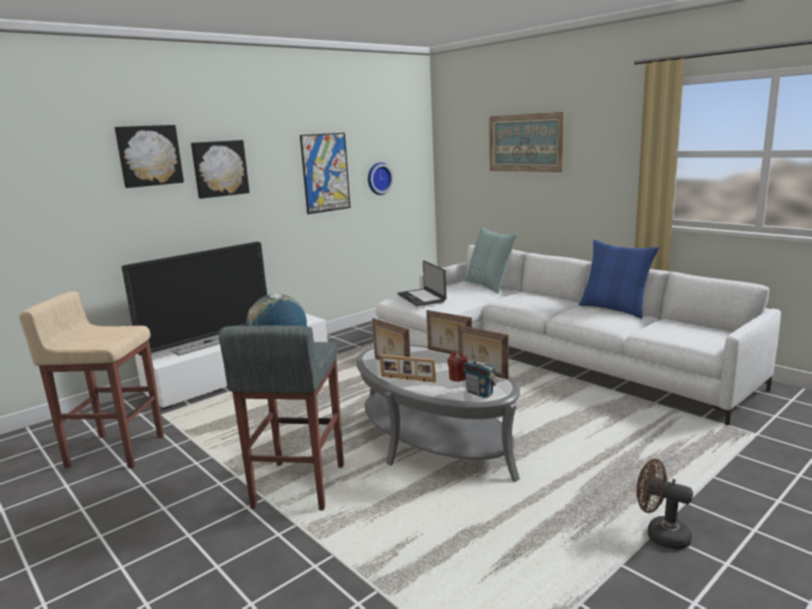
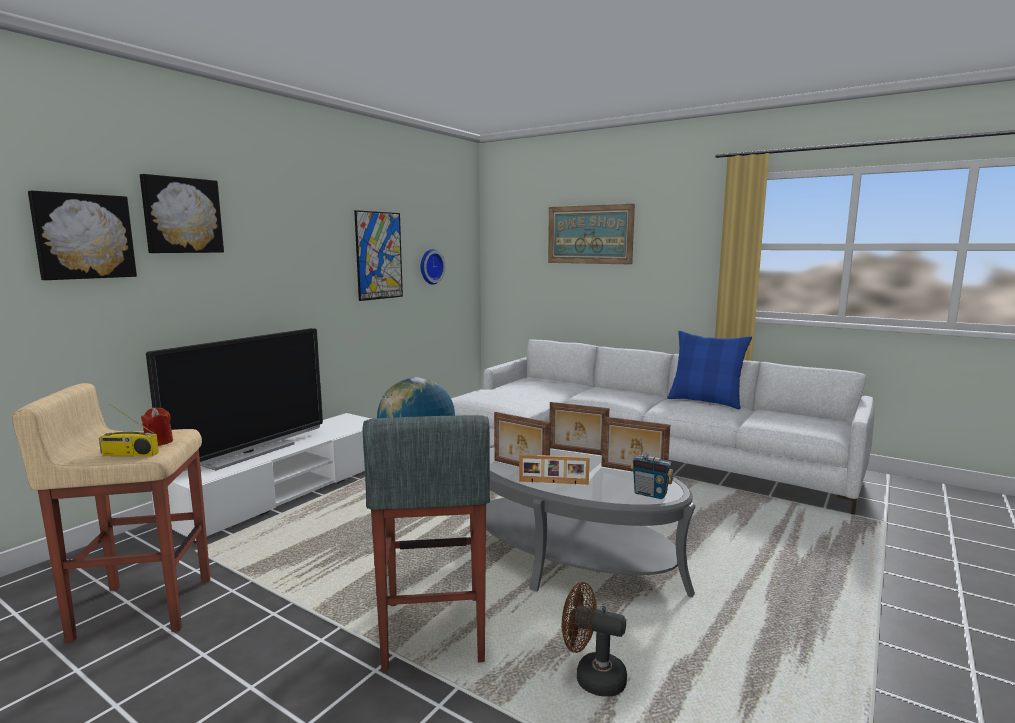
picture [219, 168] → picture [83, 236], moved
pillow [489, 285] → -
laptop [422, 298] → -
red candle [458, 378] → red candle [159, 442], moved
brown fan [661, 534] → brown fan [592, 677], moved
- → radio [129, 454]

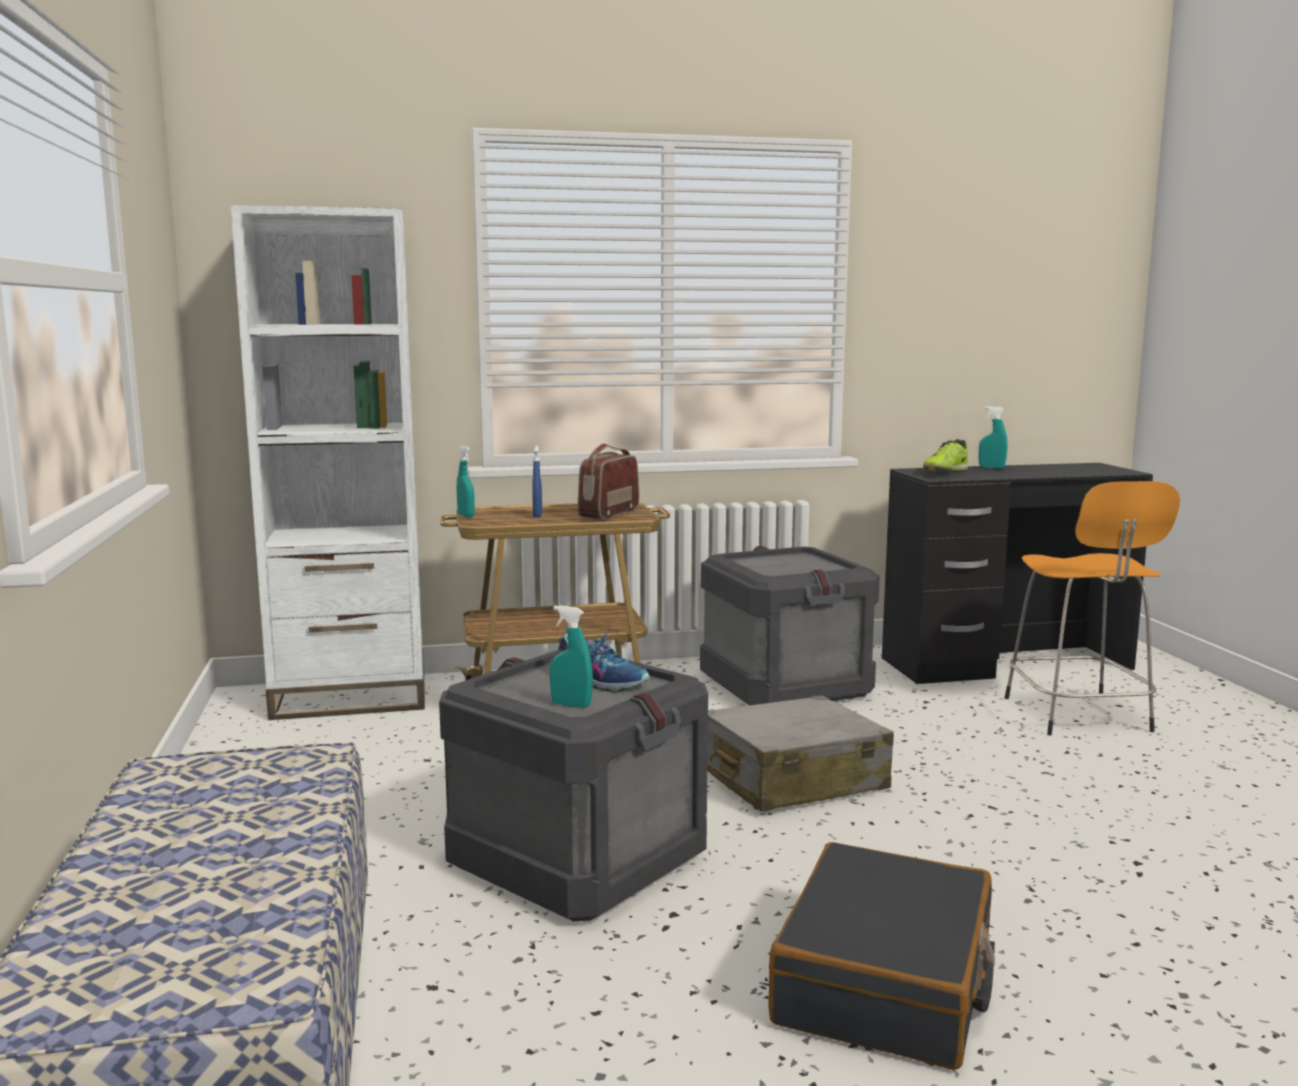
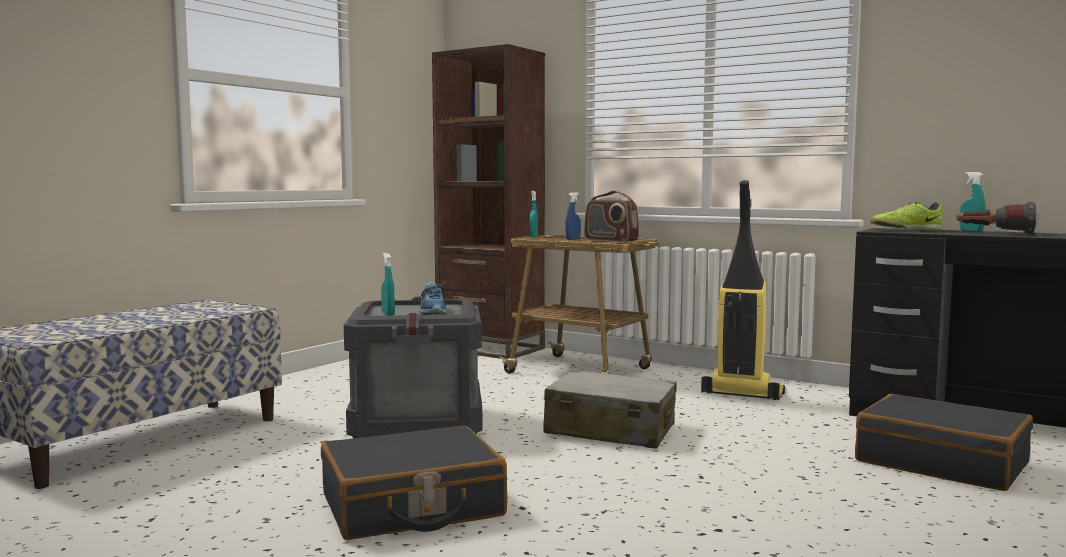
white bookcase [350, 697] → brown bookcase [490, 349]
radio [608, 513] → radio [610, 240], 120 degrees counterclockwise
orange stool [1078, 716] → black suitcase [941, 462]
crate [783, 686] → vacuum cleaner [741, 394]
- → flashlight [995, 234]

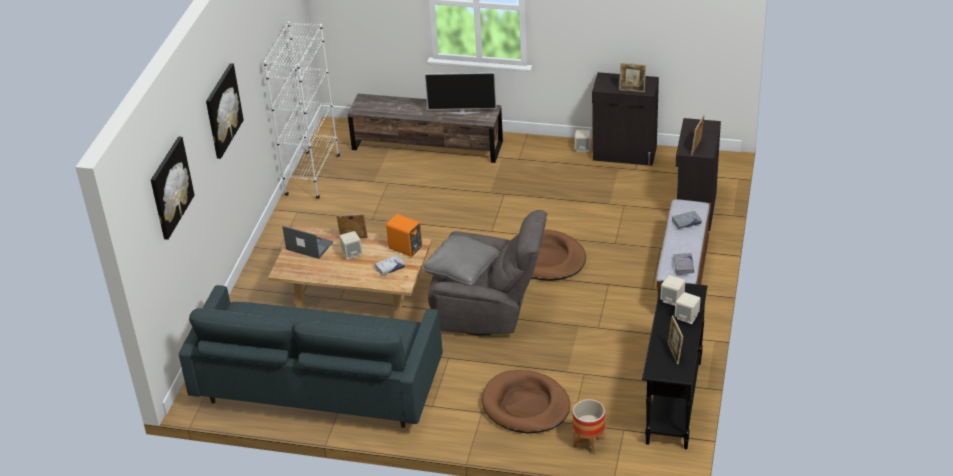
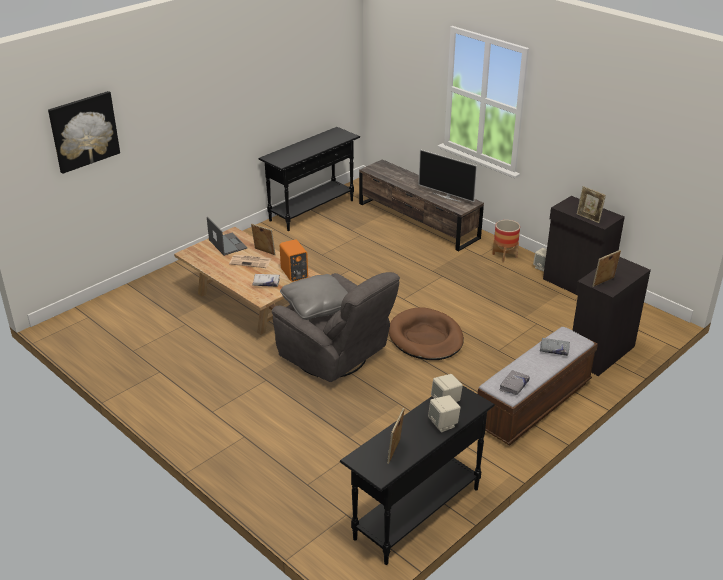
white bookcase [312, 176] → black console table [312, 210]
picture [222, 110] → -
beige speaker [352, 253] → newspaper [251, 261]
grey sofa [318, 388] → -
brown dog bed [525, 405] → -
planter [588, 443] → planter [504, 256], moved

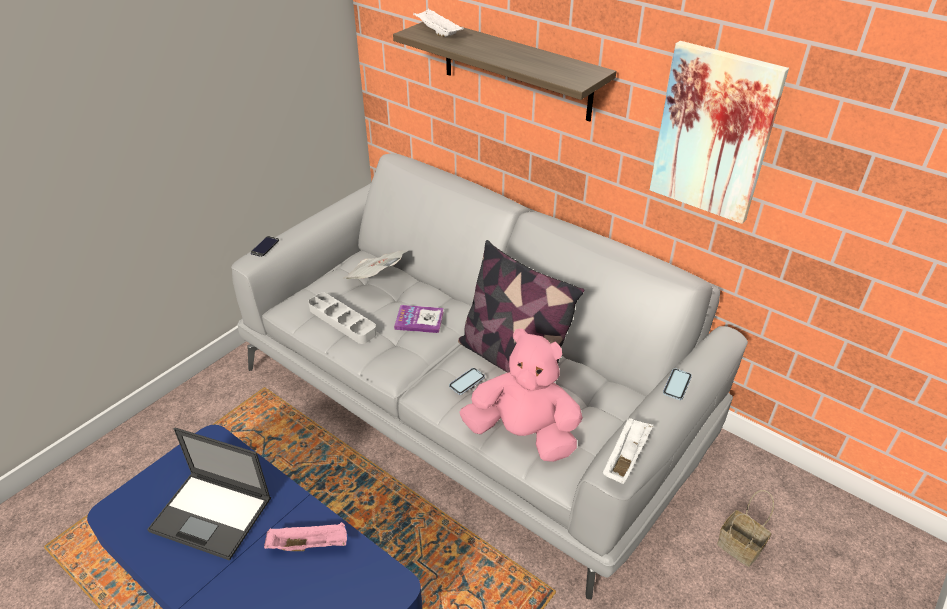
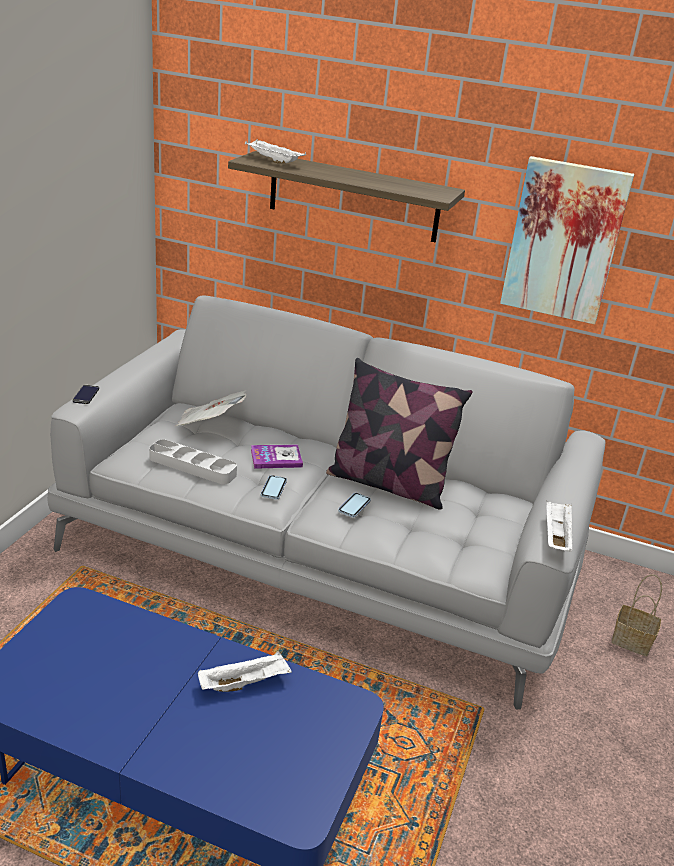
pink plush toy [523, 434] → -
phone [677, 385] → phone [273, 488], moved
laptop [212, 514] → -
pink tray [309, 544] → white tray [245, 683]

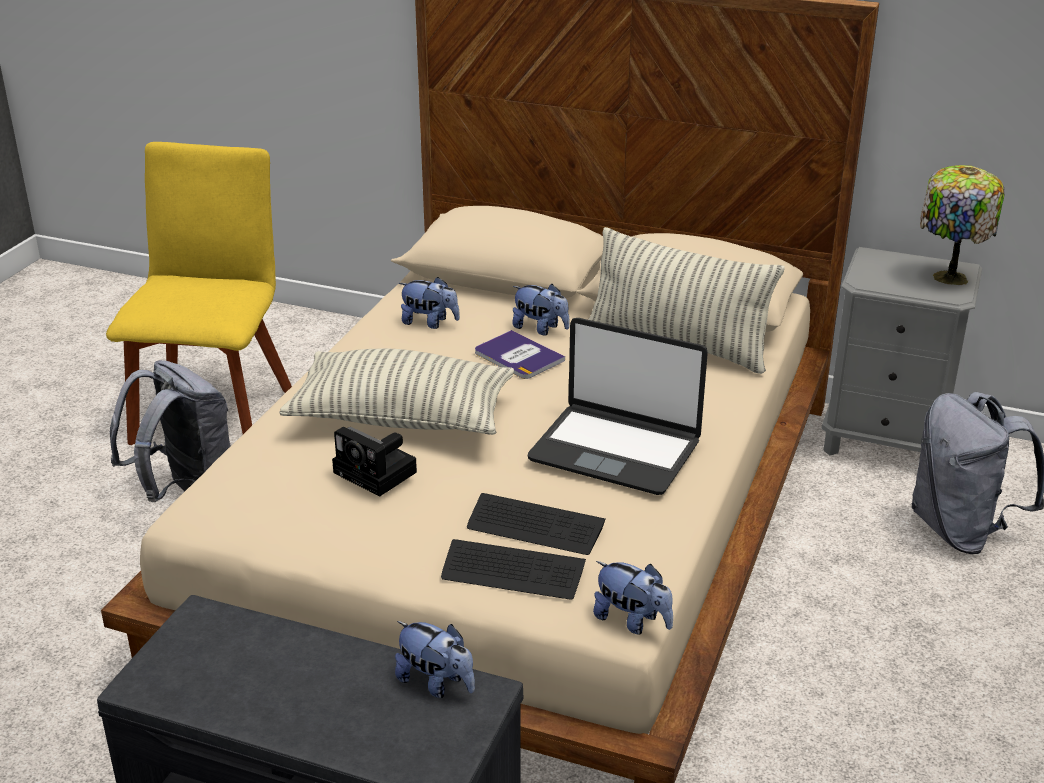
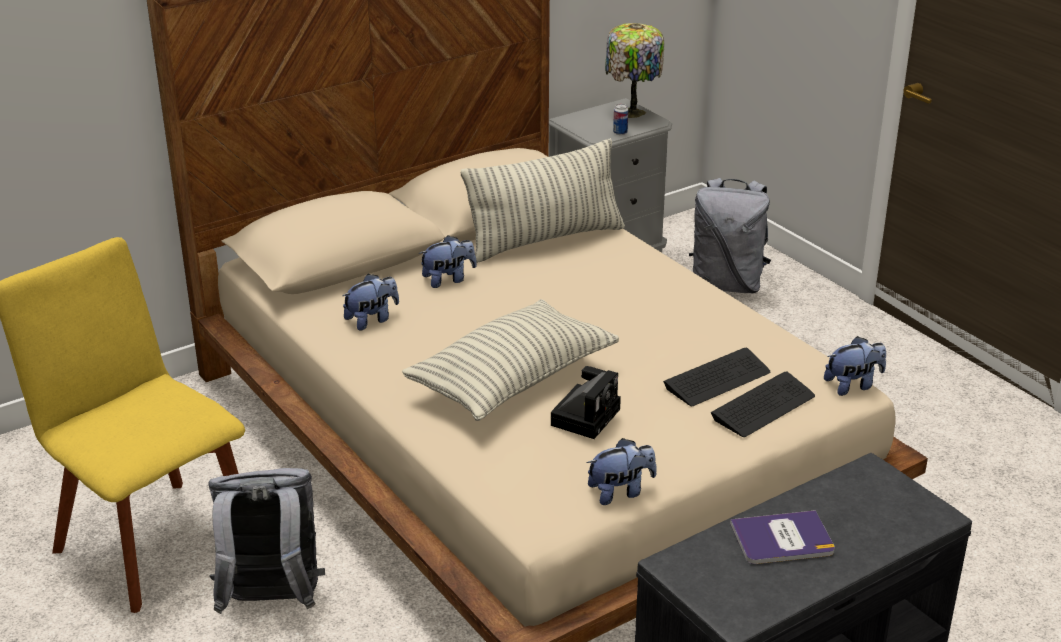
laptop [615, 450] → -
book [518, 356] → book [782, 539], moved
photo camera [378, 473] → photo camera [586, 415], 45 degrees counterclockwise
plush toy [436, 683] → plush toy [620, 492], moved
- → can [620, 133]

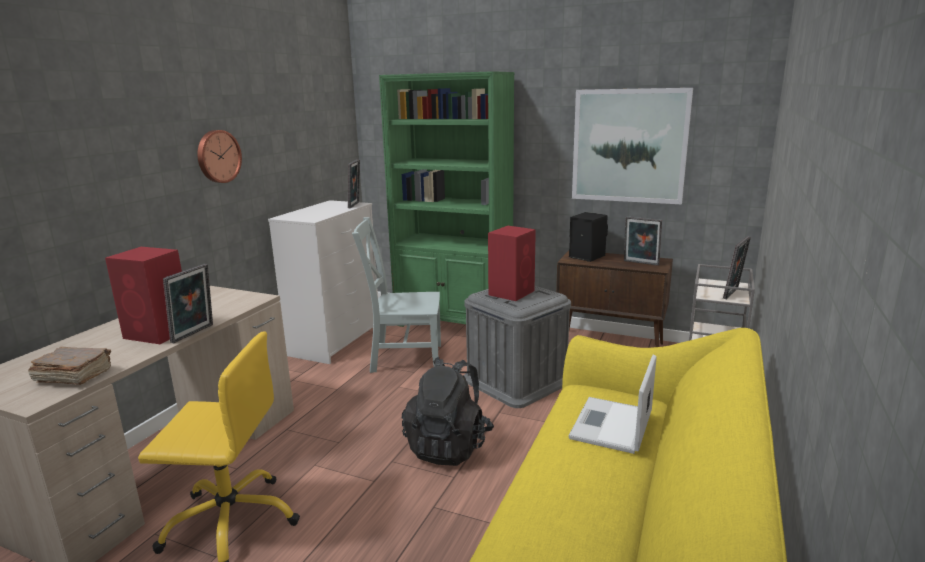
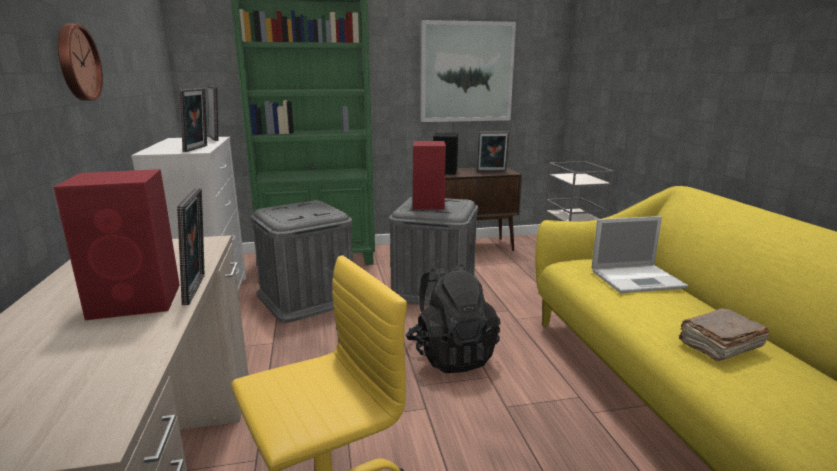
grey chair [403, 358] → grey storage box [307, 297]
picture frame [733, 293] → picture frame [198, 148], moved
brown book [73, 376] → brown book [719, 345], moved
laptop [611, 426] → laptop [638, 279], 90 degrees counterclockwise

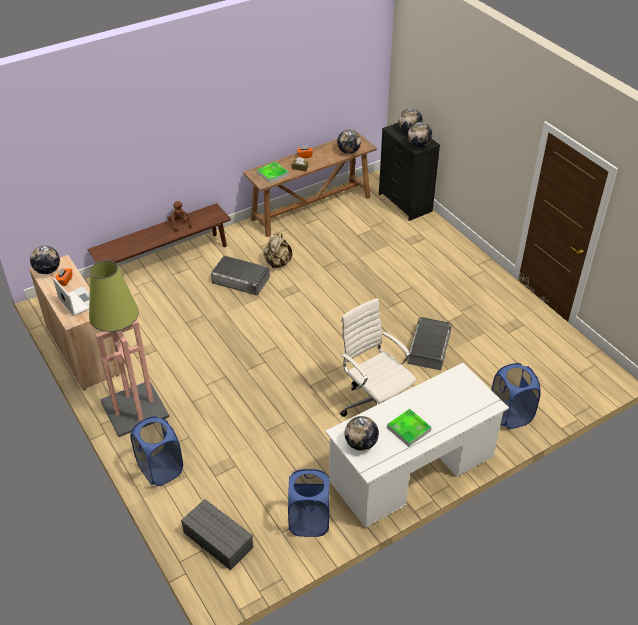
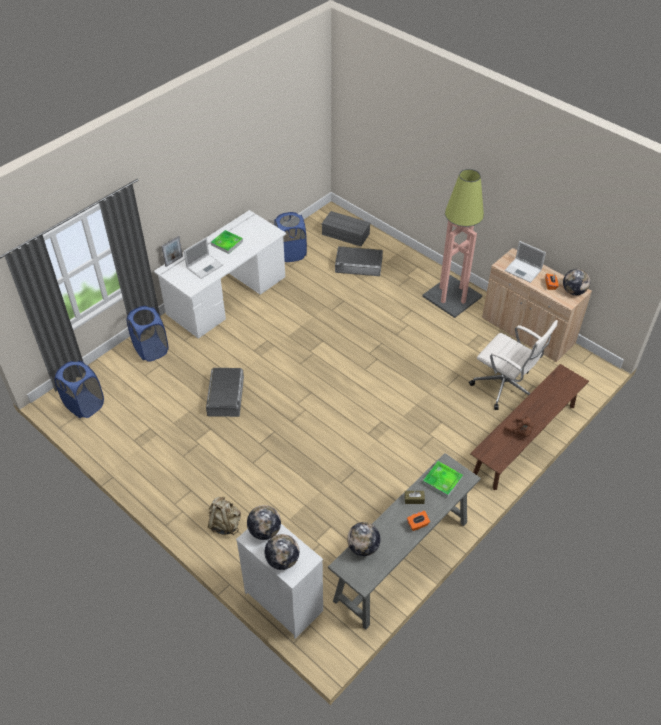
black dresser [404, 203] → white dresser [284, 601]
brown console table [312, 208] → grey console table [401, 561]
beige backpack [277, 263] → beige backpack [225, 524], moved
grey storage box [240, 280] → grey storage box [359, 265], moved
white office chair [375, 404] → white office chair [505, 387], moved
blue laundry basket [160, 469] → blue laundry basket [85, 405], moved
globe [361, 444] → -
- → picture frame [174, 261]
- → laptop [205, 266]

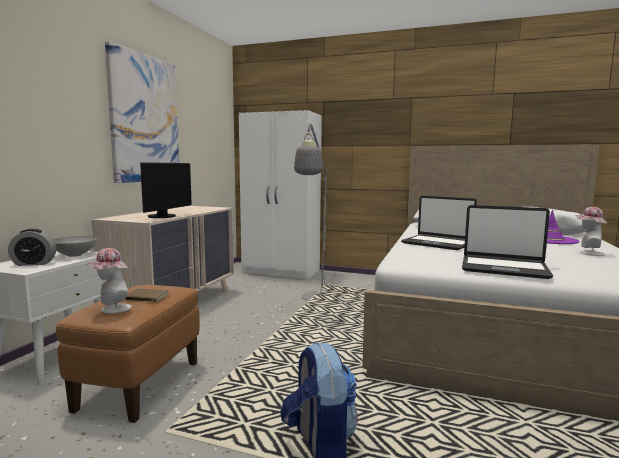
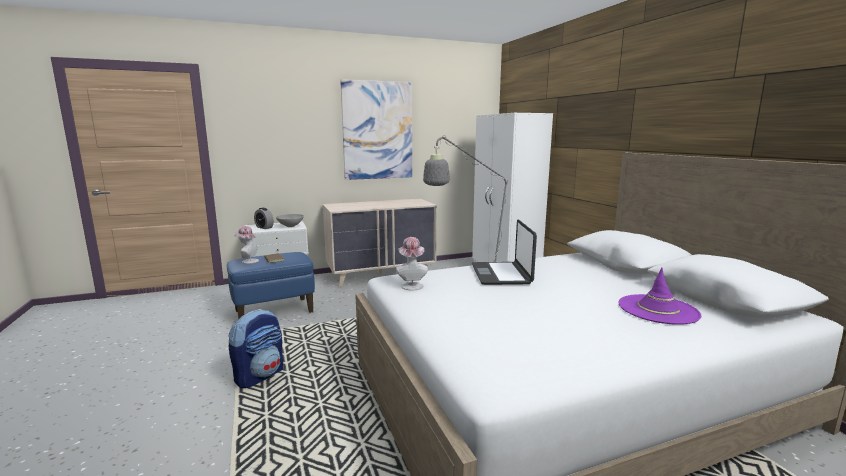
monitor [164, 216] → -
laptop [503, 268] → -
hat [588, 253] → hat [411, 285], moved
brown ottoman [140, 385] → blue ottoman [274, 311]

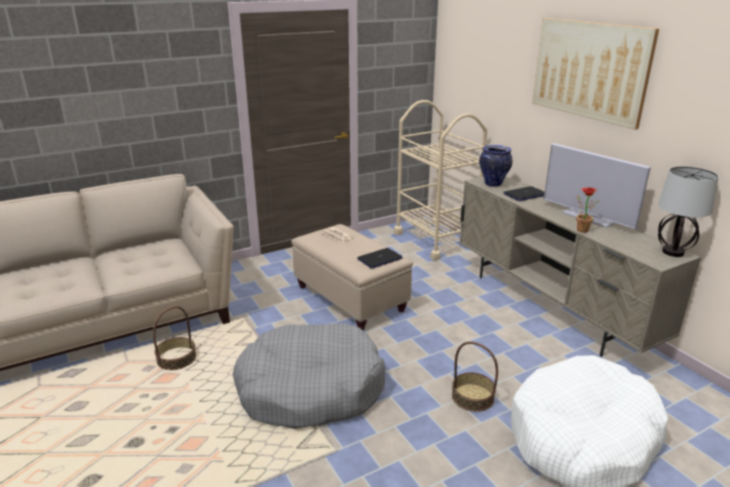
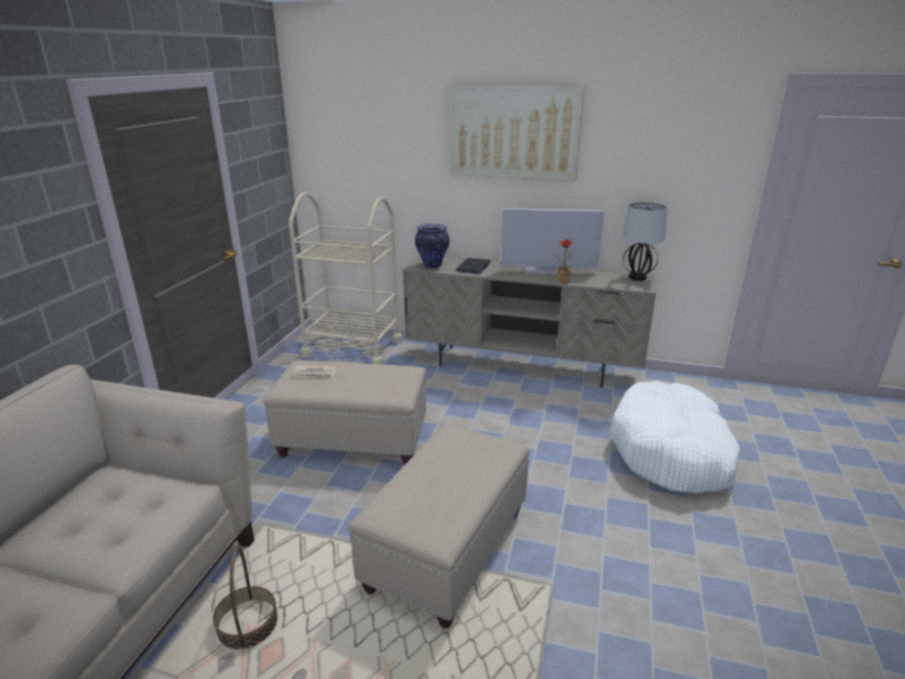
laptop [379, 259] → -
grey dog bed [310, 389] → beige ottoman [448, 549]
basket [472, 397] → -

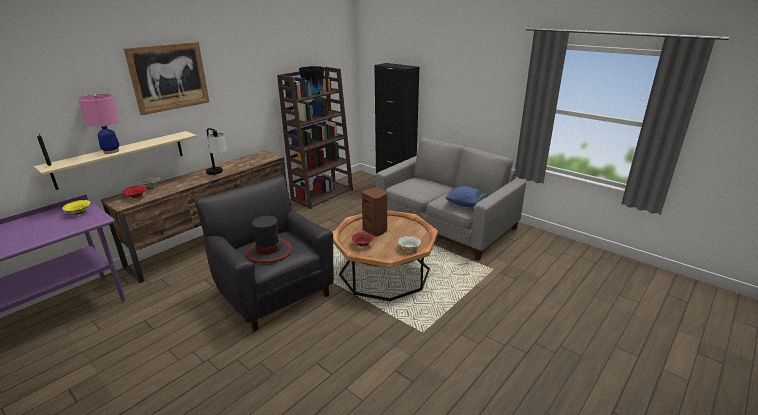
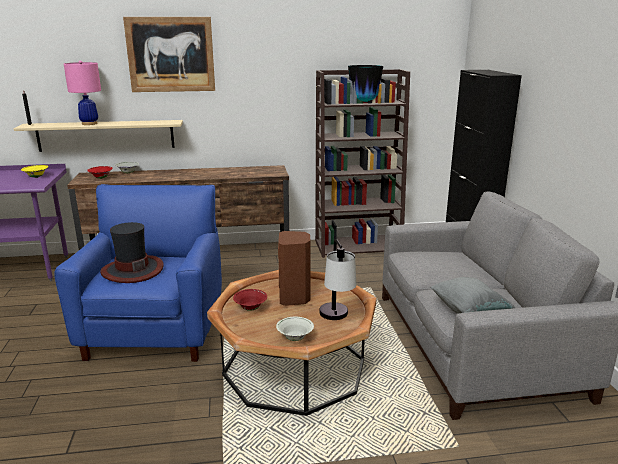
table lamp [219, 173] → table lamp [336, 320], moved
black armchair [274, 292] → blue armchair [156, 330]
blue pillow [465, 204] → grey pillow [468, 311]

